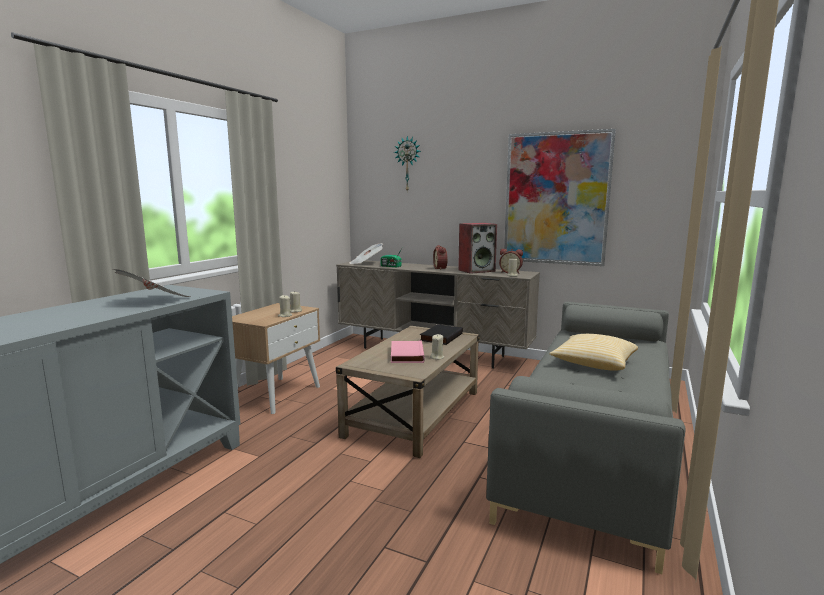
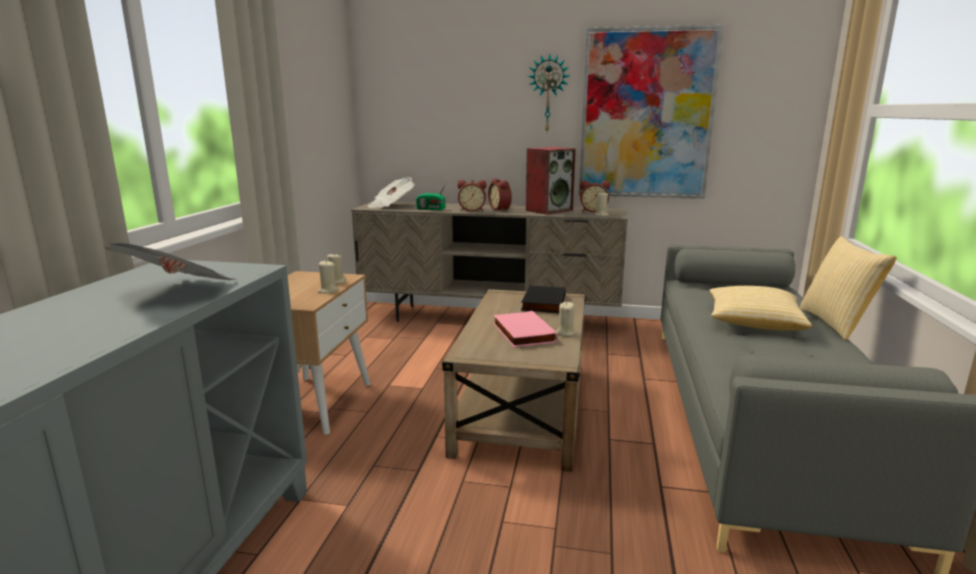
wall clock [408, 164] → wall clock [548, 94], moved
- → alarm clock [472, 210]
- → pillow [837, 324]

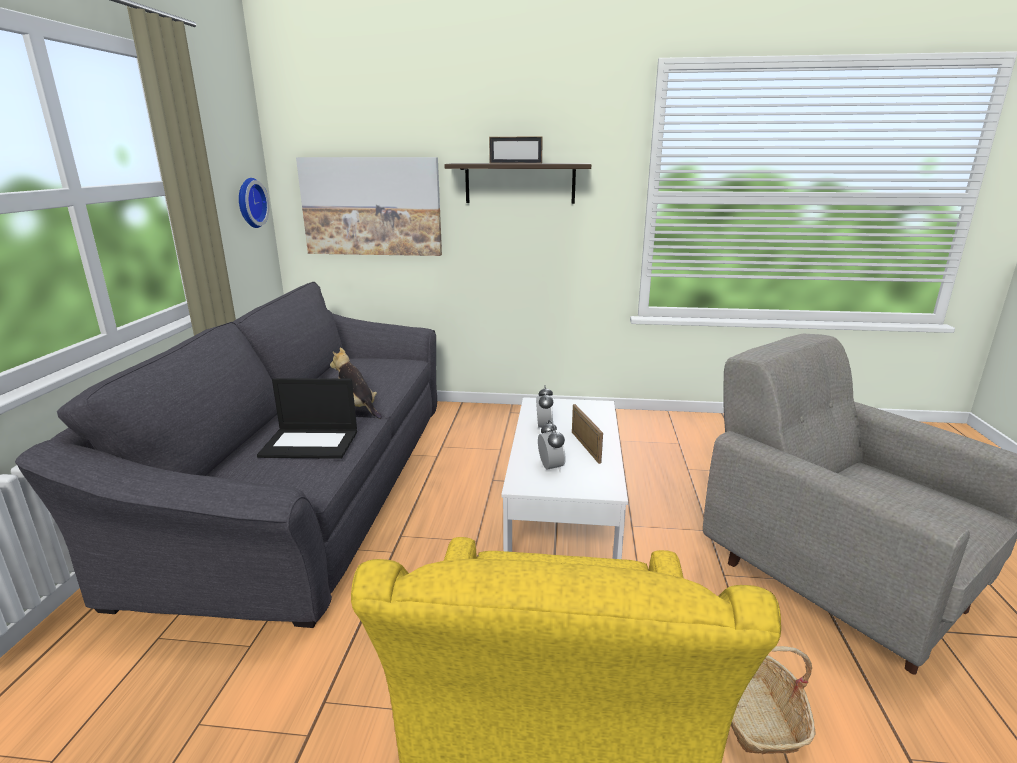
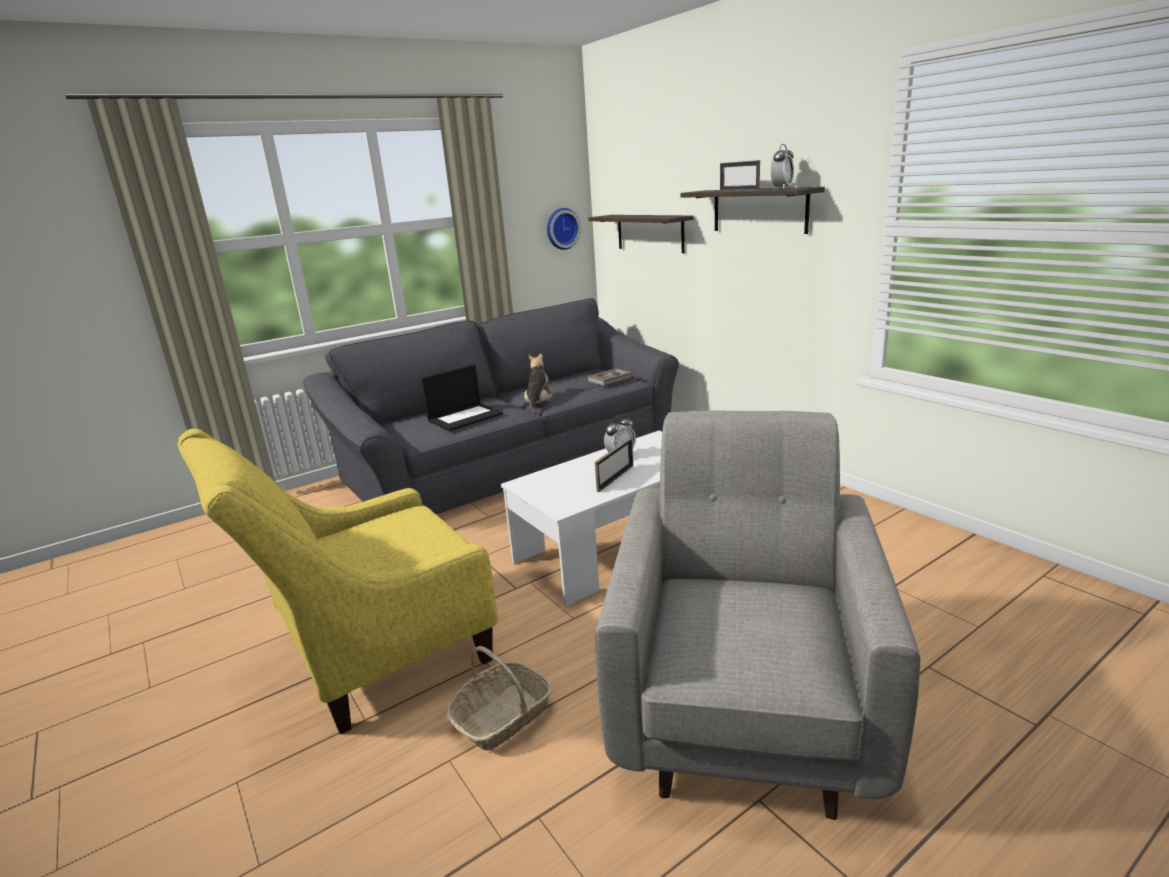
picture [371, 206] → shelf [650, 233]
laptop [311, 443] → laptop [465, 417], 90 degrees counterclockwise
alarm clock [550, 468] → alarm clock [781, 188], moved
- → book [609, 380]

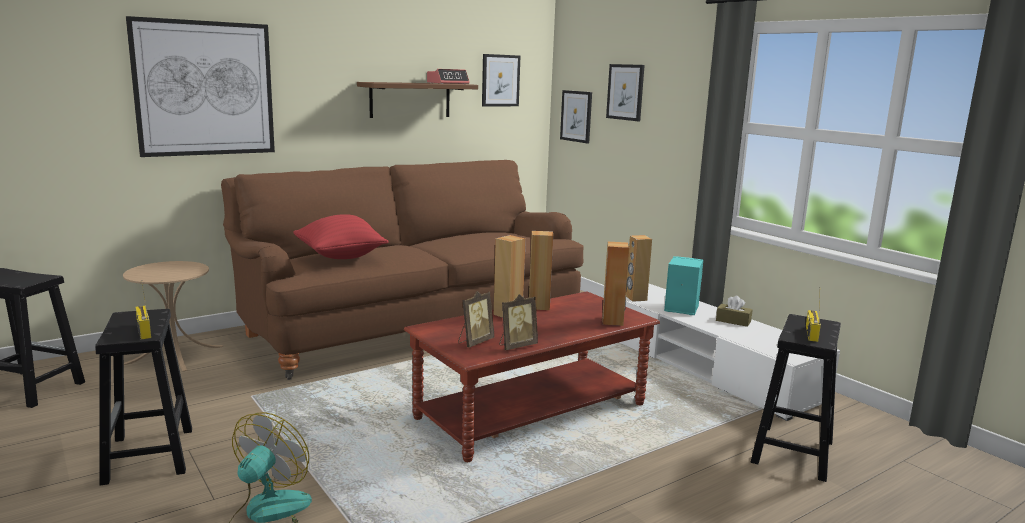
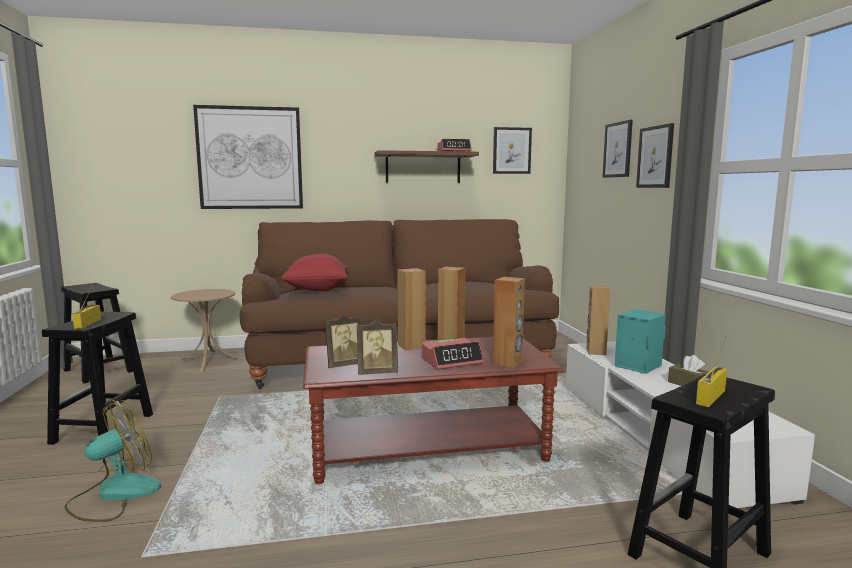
picture [576, 116] → picture [655, 157], moved
- → alarm clock [452, 361]

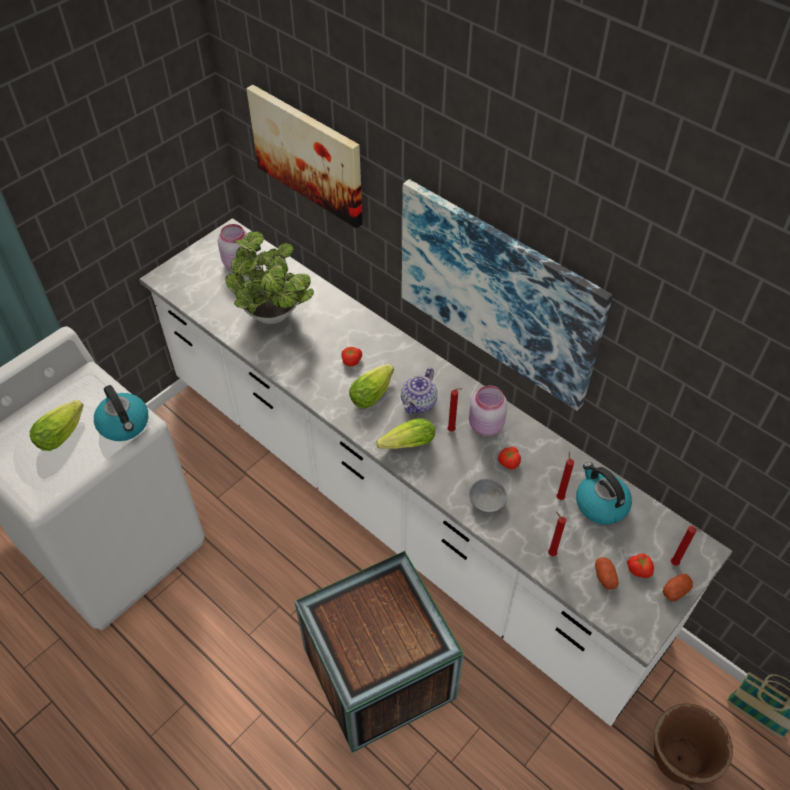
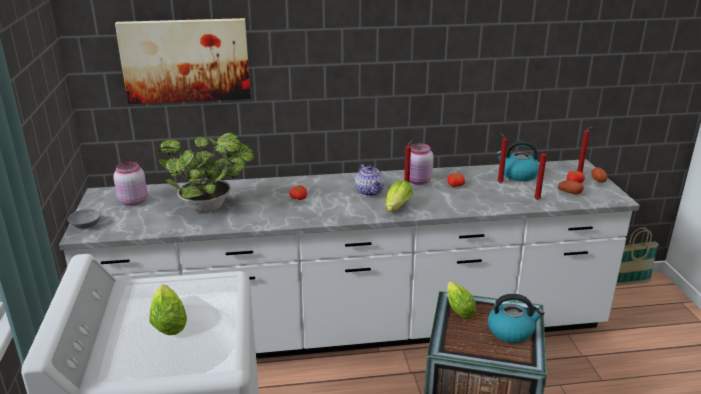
picture [498, 293] → -
lettuce [373, 392] → lettuce [458, 307], moved
kettle [125, 424] → kettle [511, 331], moved
grey bowl [485, 501] → grey bowl [84, 225], moved
brown planter [678, 760] → -

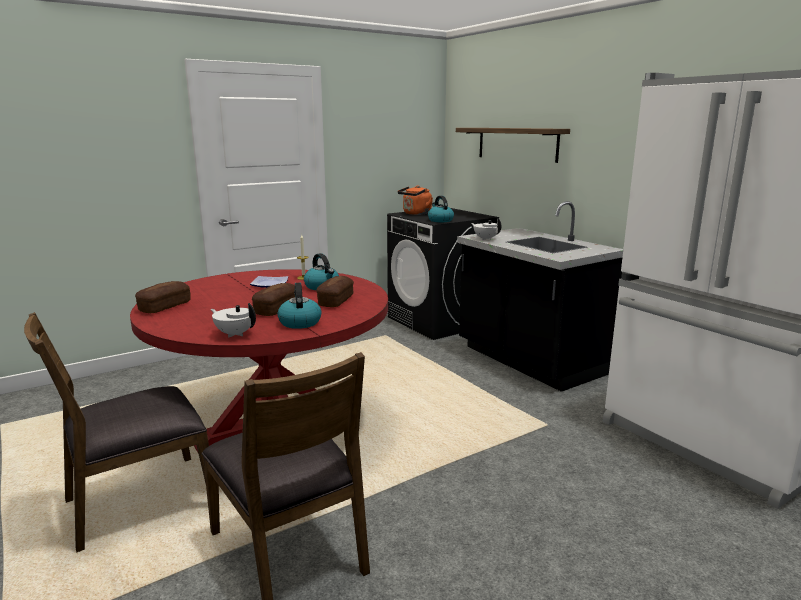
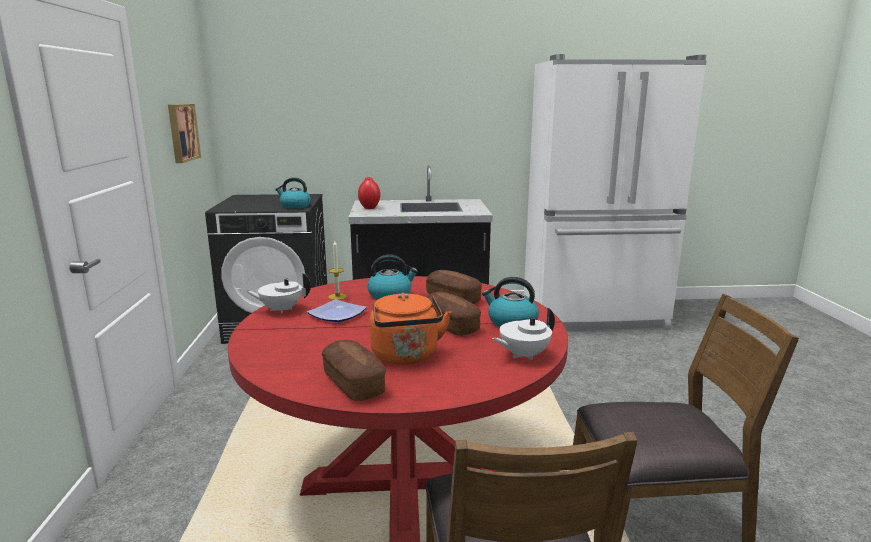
shelf [517, 144] → -
orange kettle [416, 214] → orange kettle [406, 357], moved
white teapot [485, 239] → white teapot [281, 309], moved
- → picture [182, 132]
- → red vase [369, 208]

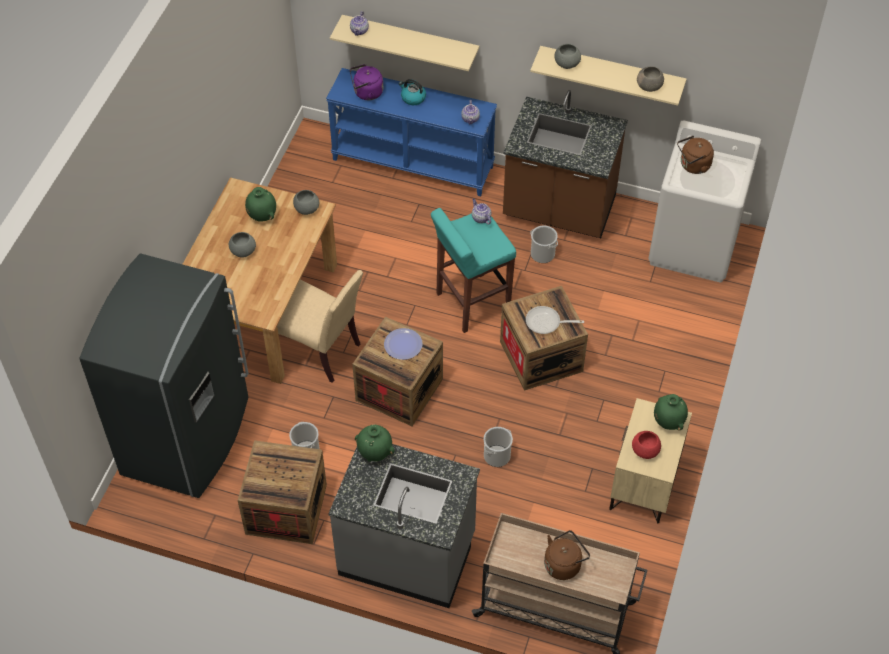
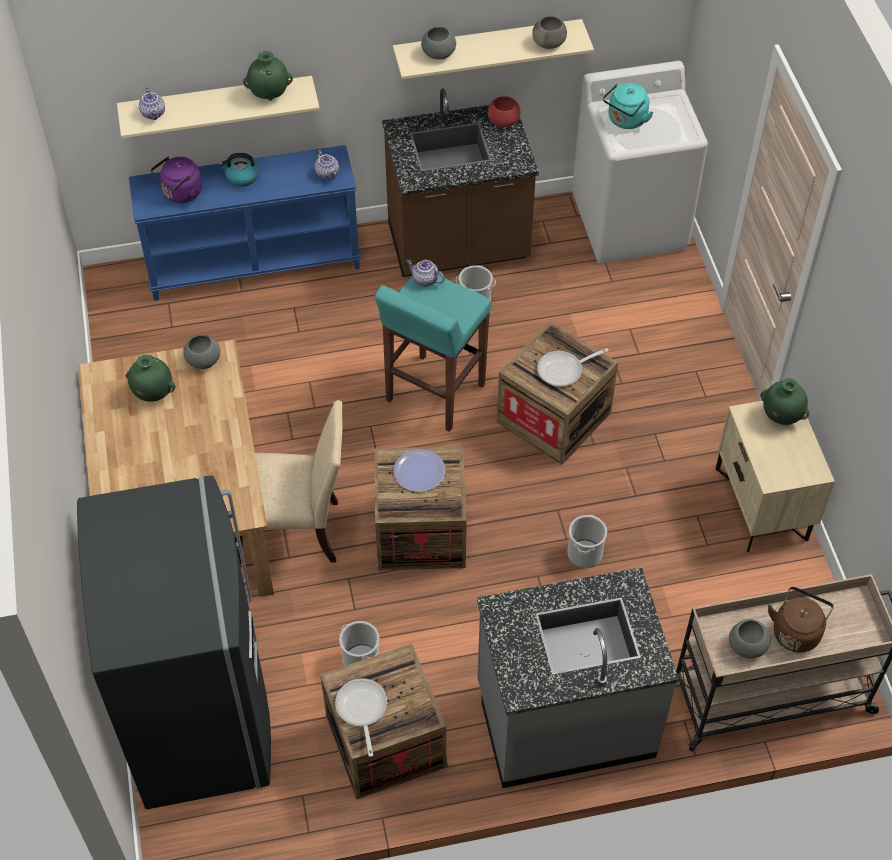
brown kettle [693, 166] → turquoise kettle [626, 121]
grey bowl [242, 251] → grey bowl [746, 646], moved
green vase [375, 453] → green vase [270, 95], moved
red bowl [645, 451] → red bowl [504, 121], moved
- → frying pan [361, 710]

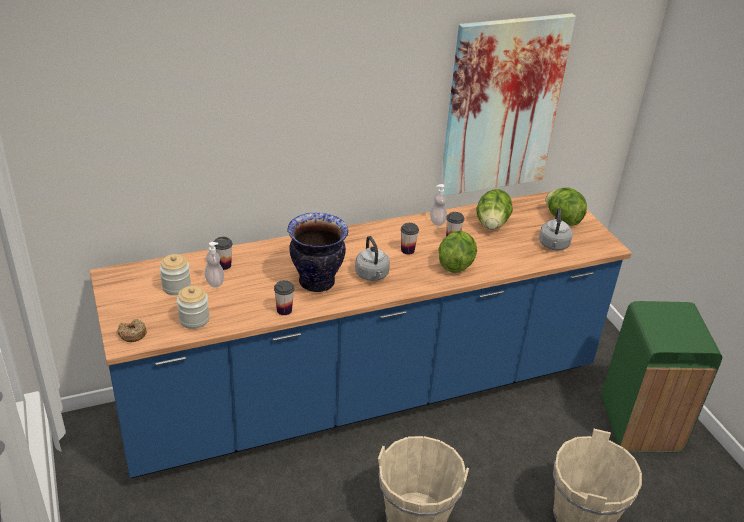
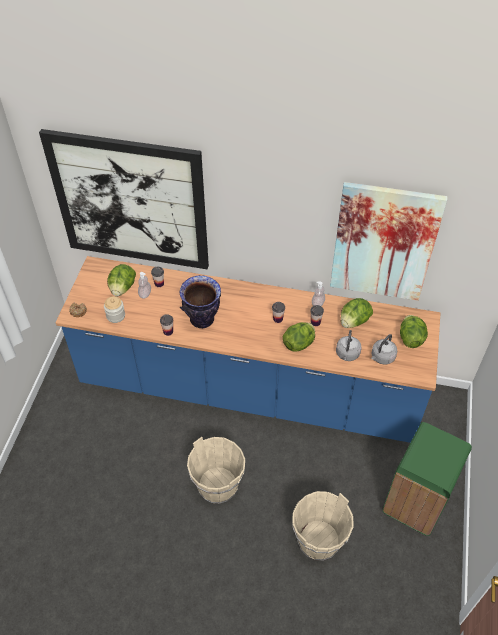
grey kettle [372, 275] → grey kettle [347, 354], moved
jar [176, 287] → lettuce [122, 288]
- → picture [130, 202]

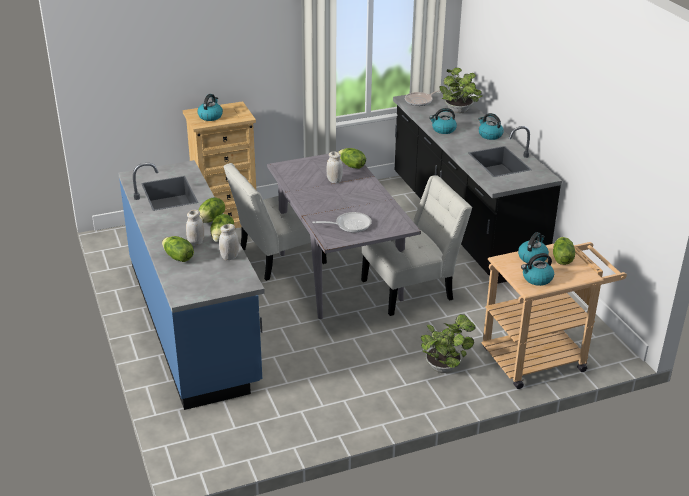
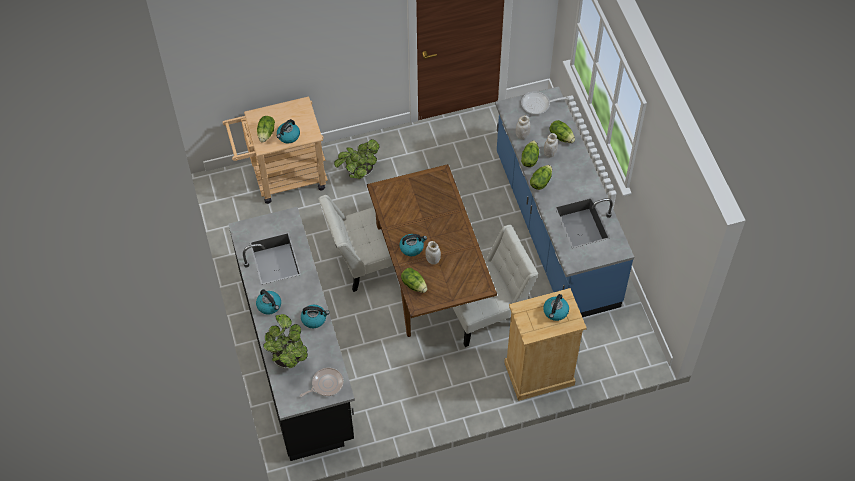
grey dining table [339, 275] → brown dining table [430, 282]
frying pan [349, 225] → frying pan [538, 104], moved
kettle [537, 279] → kettle [412, 247], moved

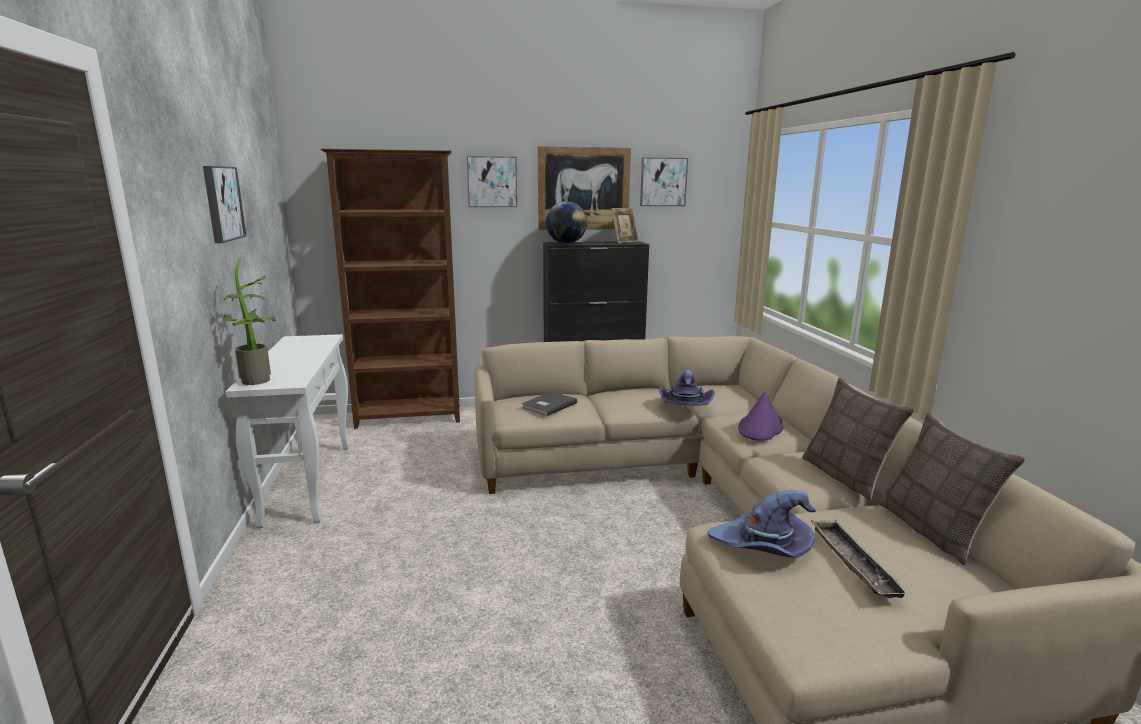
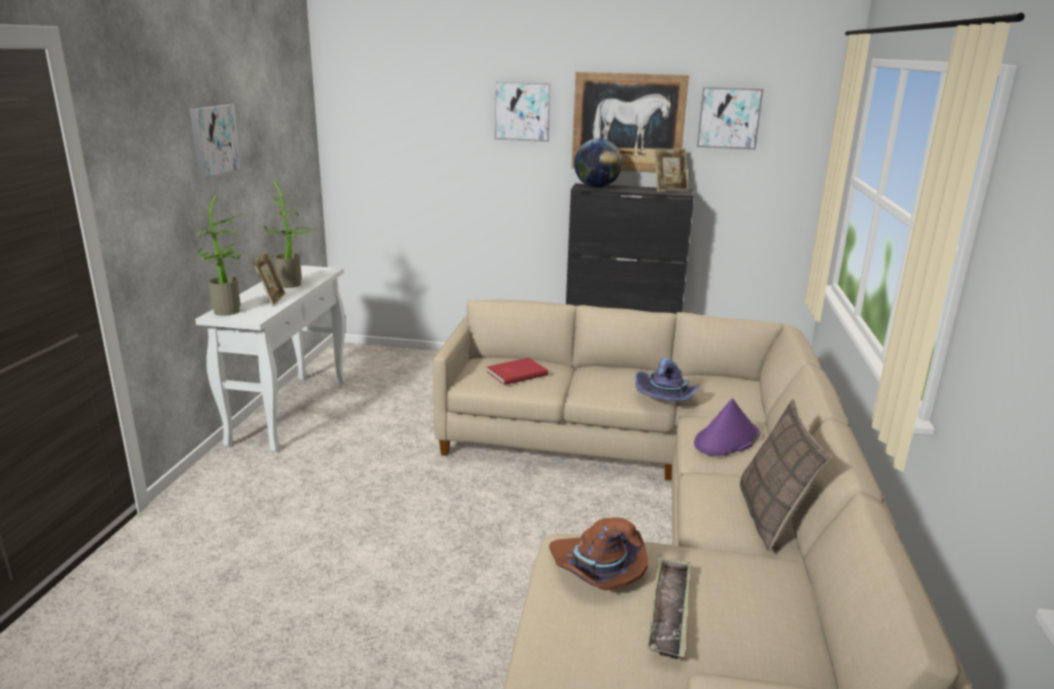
brown bookcase [410, 418] → -
grey book [548, 405] → red book [515, 373]
pillow [934, 531] → -
purple hat [763, 546] → brown hat [597, 571]
- → potted plant [293, 284]
- → picture frame [272, 300]

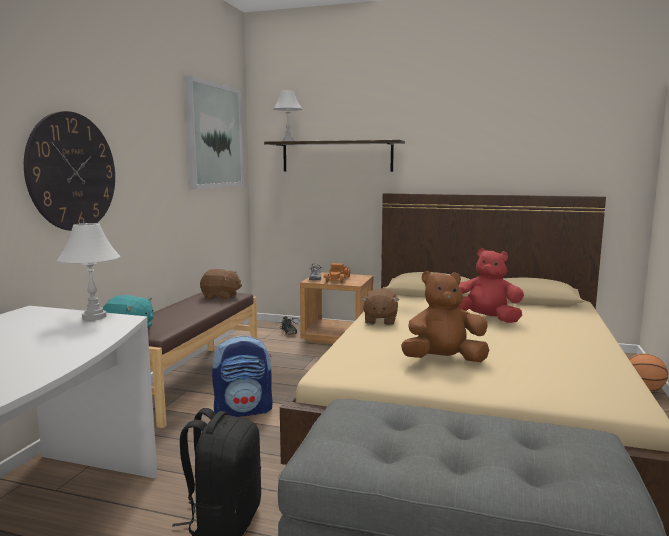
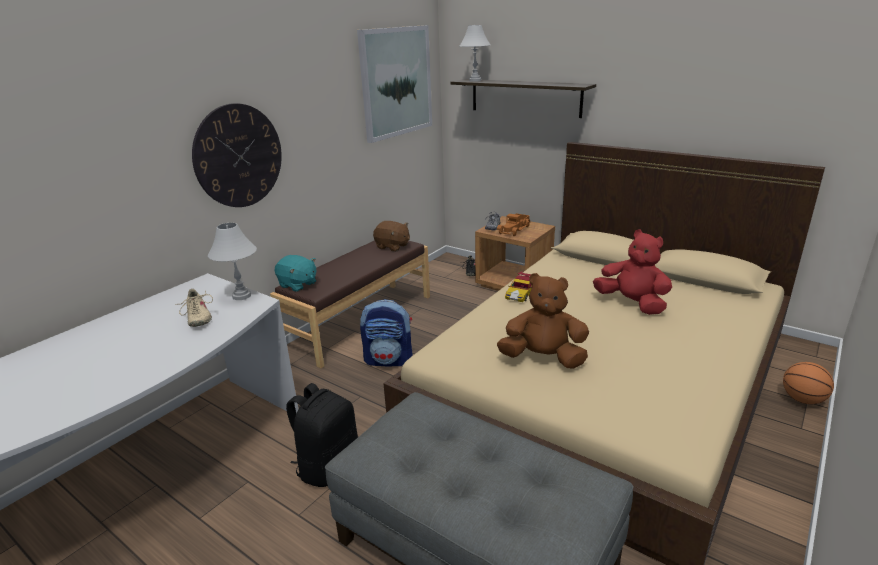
brown plush toy [380, 321] → toy car [521, 294]
- → beige shoe [198, 318]

